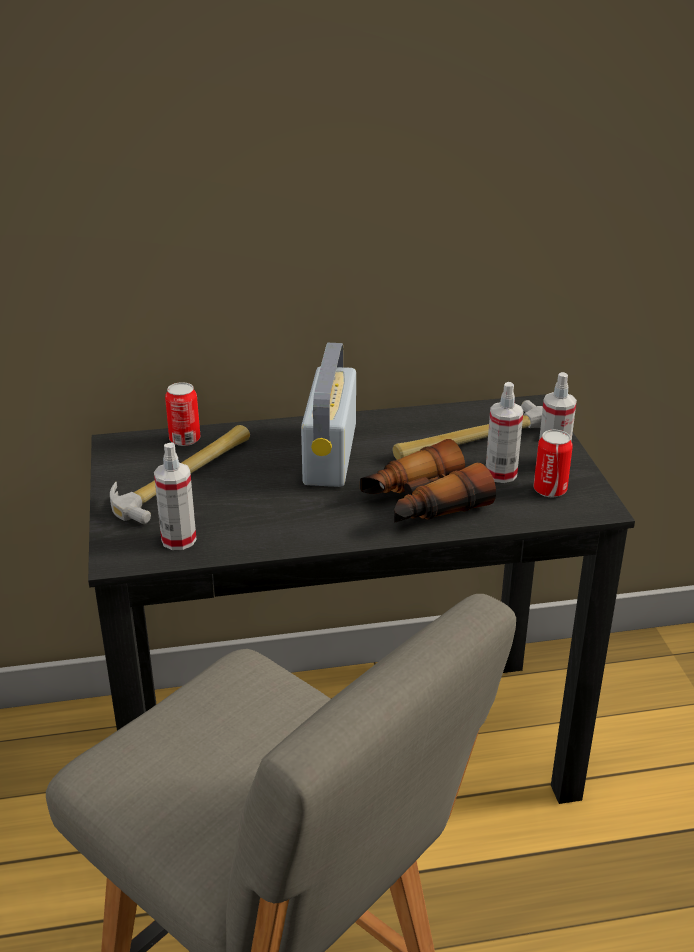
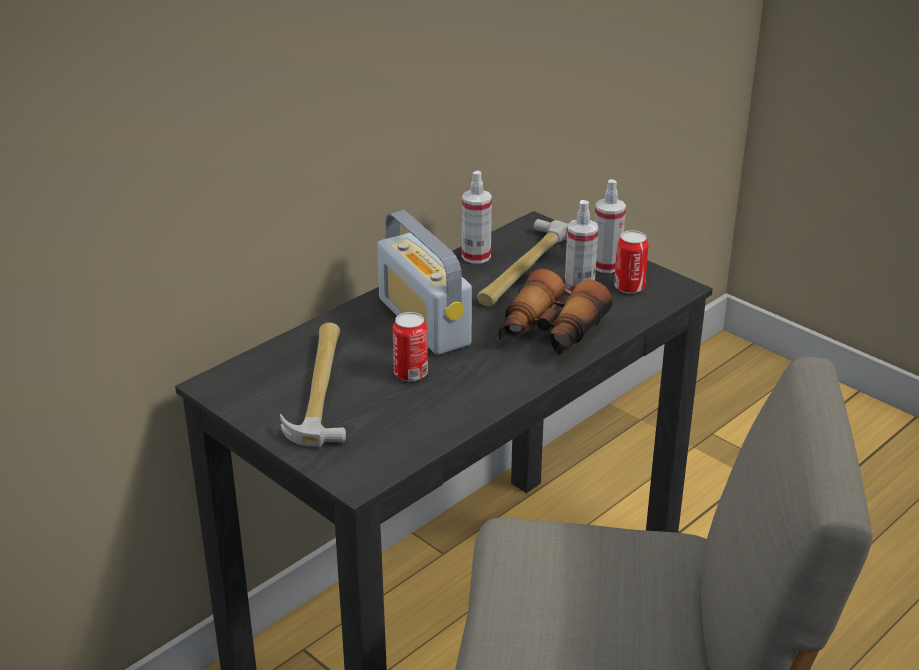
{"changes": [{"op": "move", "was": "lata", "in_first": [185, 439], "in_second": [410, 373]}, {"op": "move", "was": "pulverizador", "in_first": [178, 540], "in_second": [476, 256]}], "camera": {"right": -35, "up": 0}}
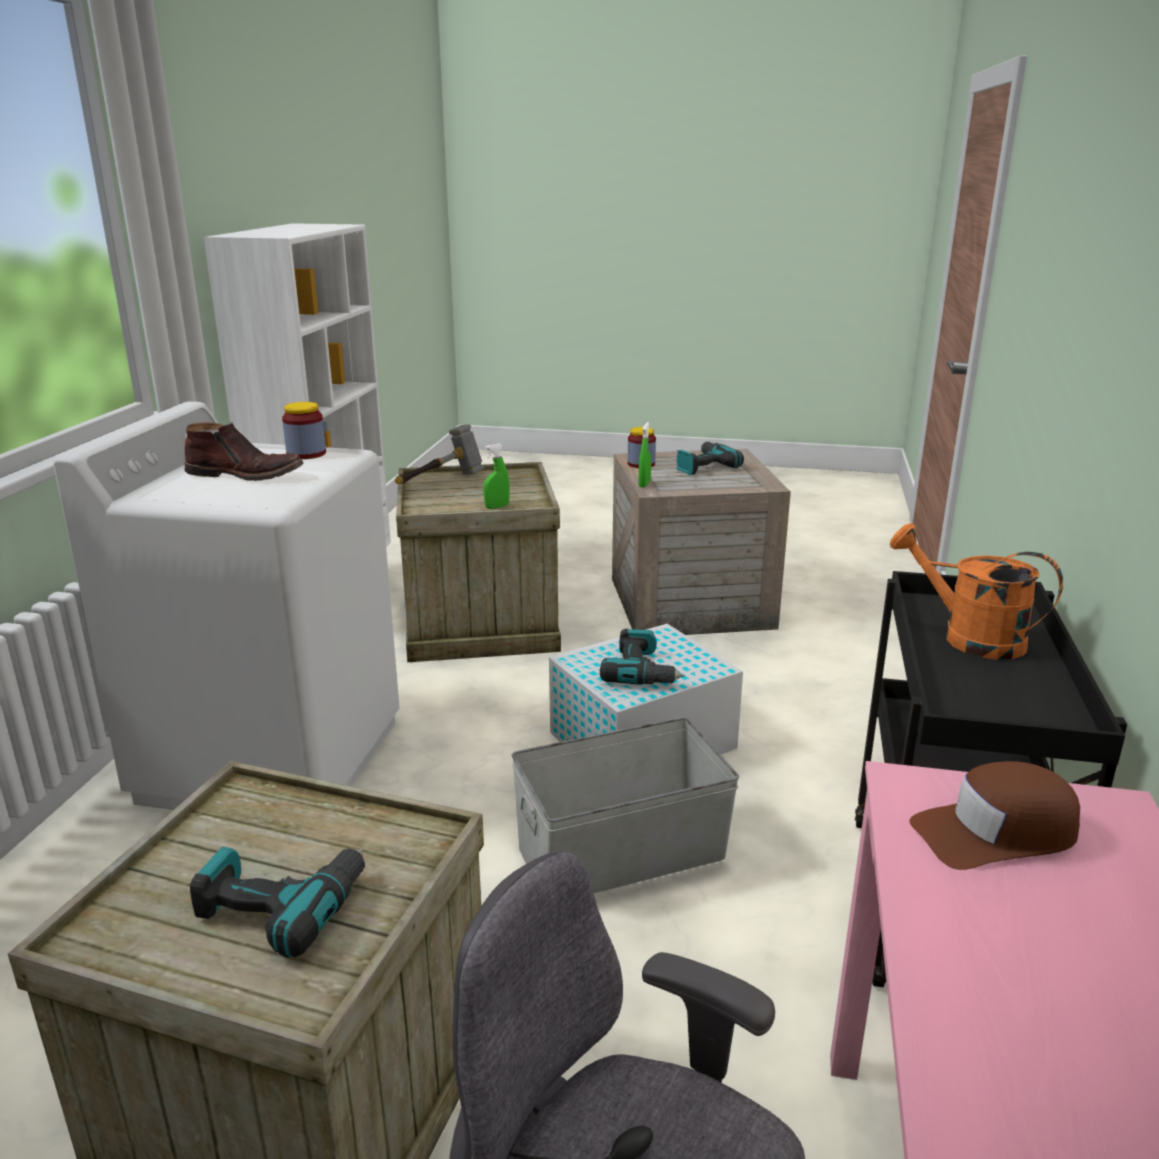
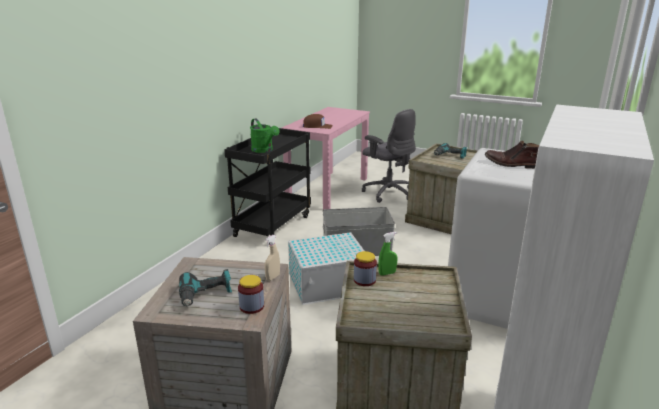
{"changes": [{"op": "move", "was": "tarro", "in_first": [306, 454], "in_second": [364, 280]}, {"op": "recolor", "was": "pulverizador [verde]", "now": "pulverizador [beis]", "in_first": [644, 484], "in_second": [272, 277]}, {"op": "delete", "was": "martillo", "in_first": [441, 482]}, {"op": "recolor", "was": "regadera [naranja]", "now": "regadera [verde]", "in_first": [968, 637], "in_second": [264, 150]}, {"op": "delete", "was": "taladro", "in_first": [642, 671]}], "camera": {"right": -165, "up": 0}}
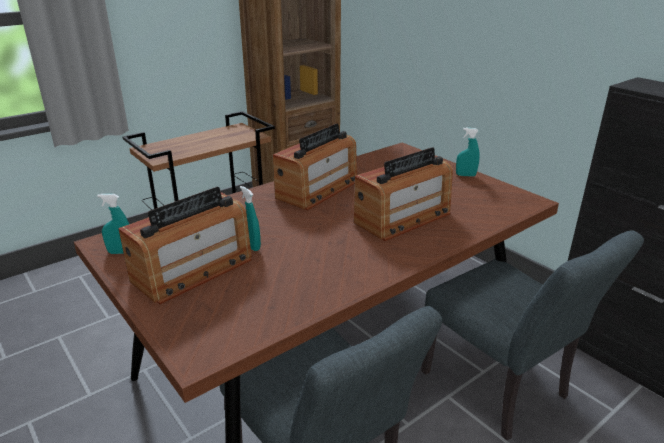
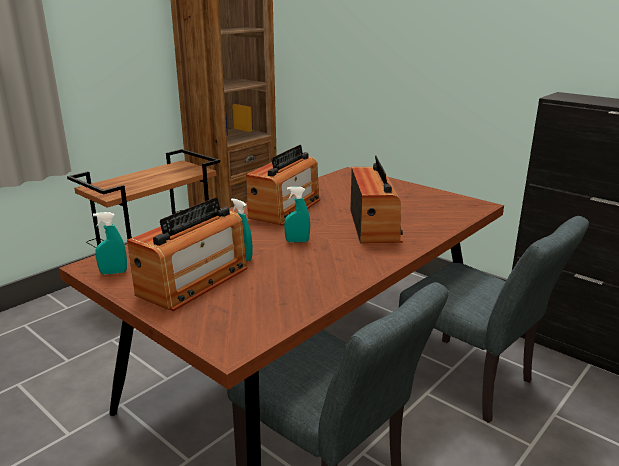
{"changes": [{"op": "move", "was": "pulverizador [turquesa]", "in_first": [465, 175], "in_second": [297, 241]}, {"op": "rotate", "was": "radio", "in_first": [403, 218], "in_second": [374, 225], "clockwise": -45}], "camera": {"right": -10, "up": -5}}
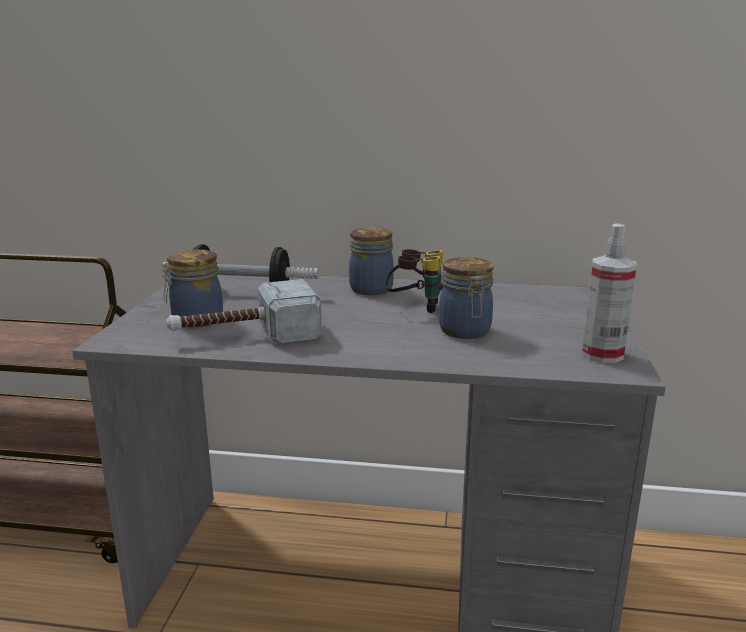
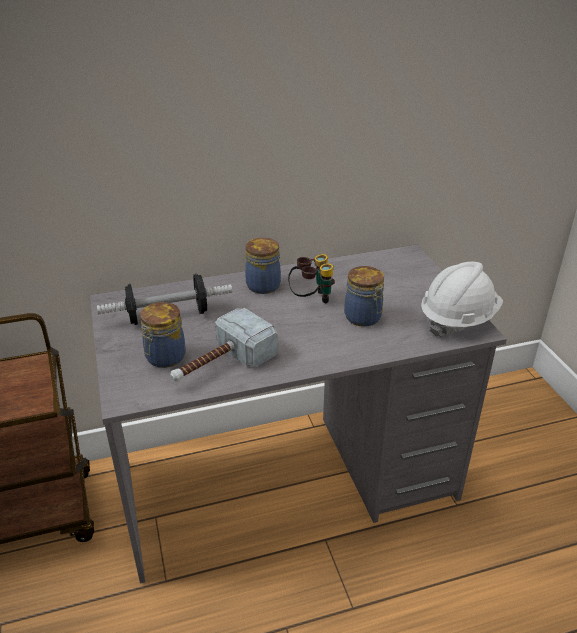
{"changes": [{"op": "replace", "was": "pulverizador", "now": "casco [blanco]", "in_first": [602, 354], "in_second": [458, 319]}], "camera": {"right": -25, "up": 15}}
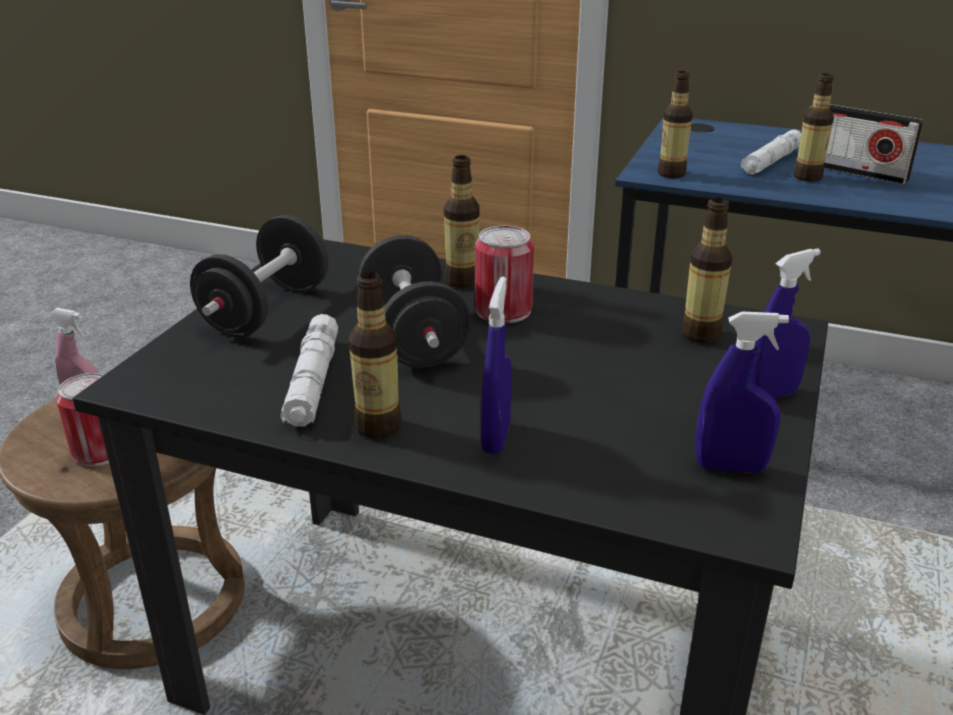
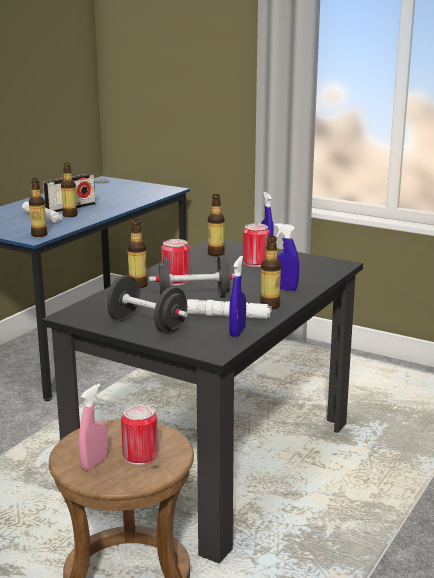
{"changes": [{"op": "move", "was": "pulverizador [azul]", "in_first": [730, 467], "in_second": [237, 332]}, {"op": "insert", "now": "lata", "in_second": [255, 262]}], "camera": {"right": -80, "up": -10}}
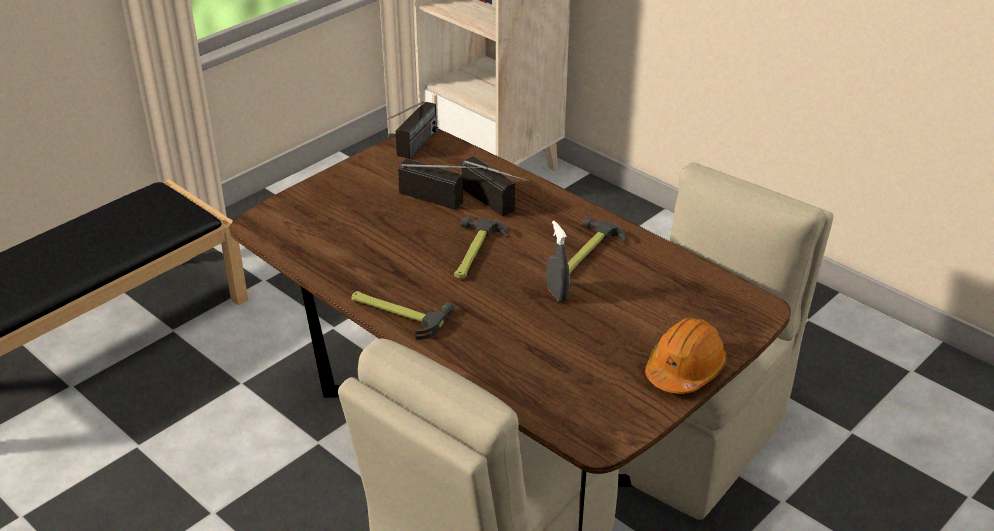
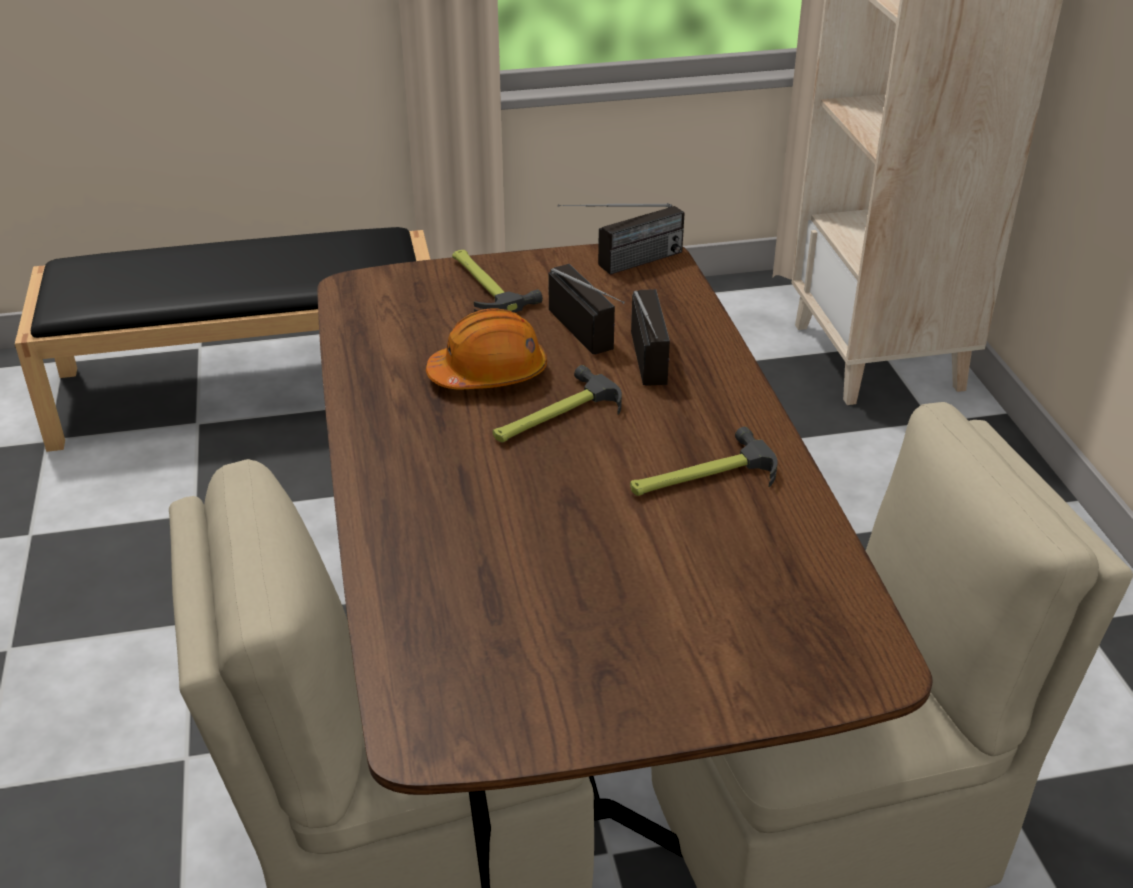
{"changes": [{"op": "delete", "was": "pulverizador [gris]", "in_first": [557, 294]}, {"op": "move", "was": "martillo", "in_first": [397, 313], "in_second": [485, 285]}, {"op": "move", "was": "casco [naranja]", "in_first": [685, 369], "in_second": [489, 374]}], "camera": {"right": 35, "up": 0}}
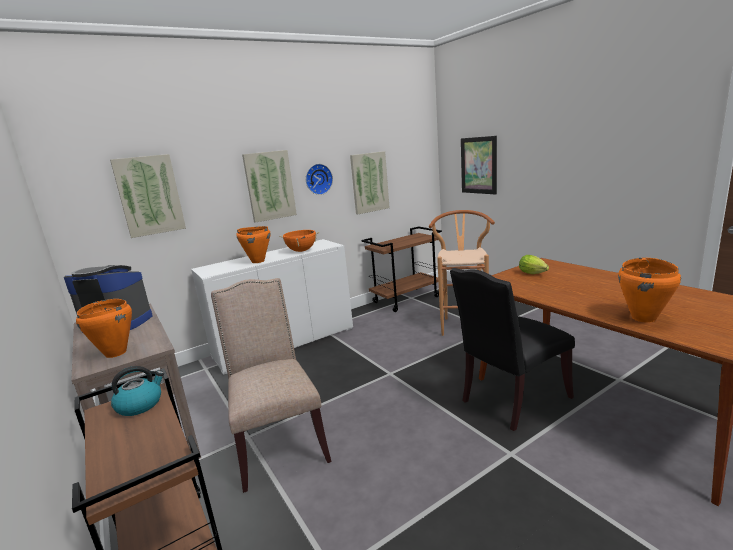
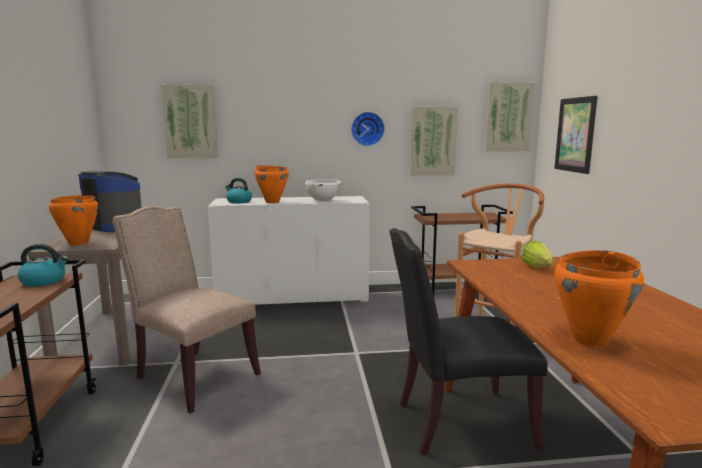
{"changes": [{"op": "move", "was": "cuadro", "in_first": [269, 186], "in_second": [508, 117]}, {"op": "recolor", "was": "olla [naranja]", "now": "olla [blanco]", "in_first": [301, 251], "in_second": [323, 201]}, {"op": "rotate", "was": "silla [beis]", "in_first": [278, 443], "in_second": [192, 376], "clockwise": -60}, {"op": "insert", "now": "hervidor", "in_second": [238, 201]}], "camera": {"right": 25, "up": -5}}
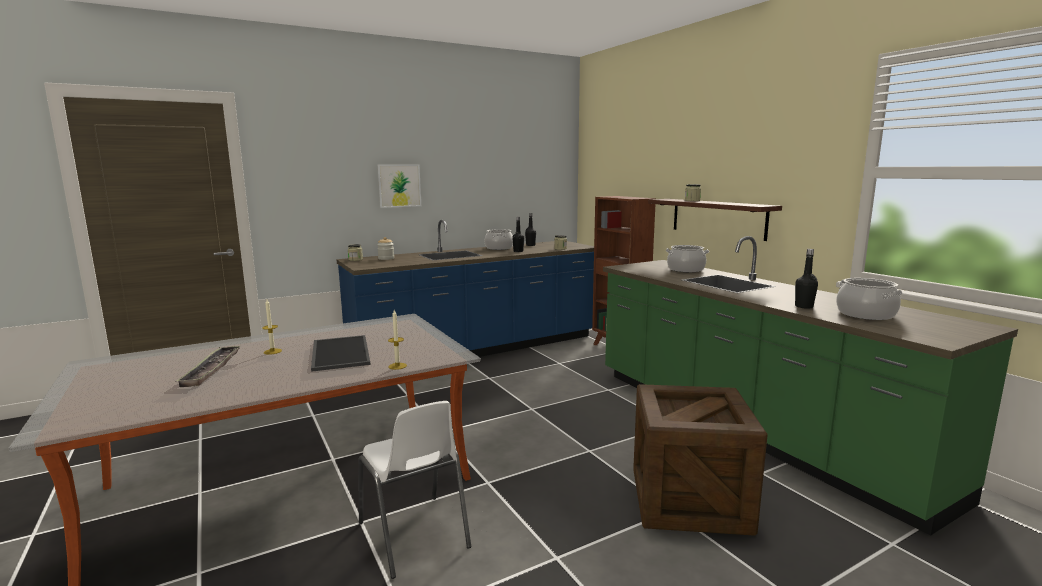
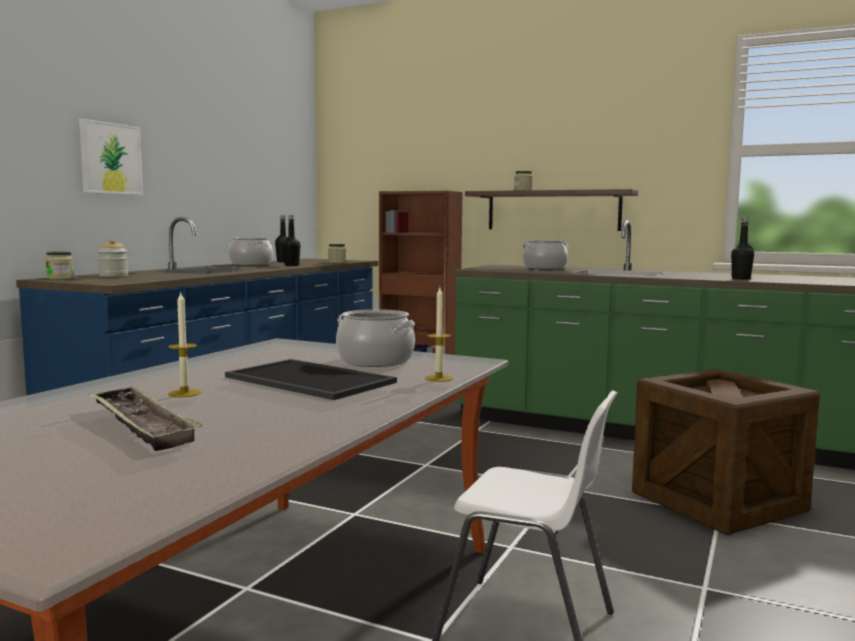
{"changes": [{"op": "move", "was": "olla", "in_first": [866, 314], "in_second": [376, 361]}], "camera": {"right": -35, "up": -5}}
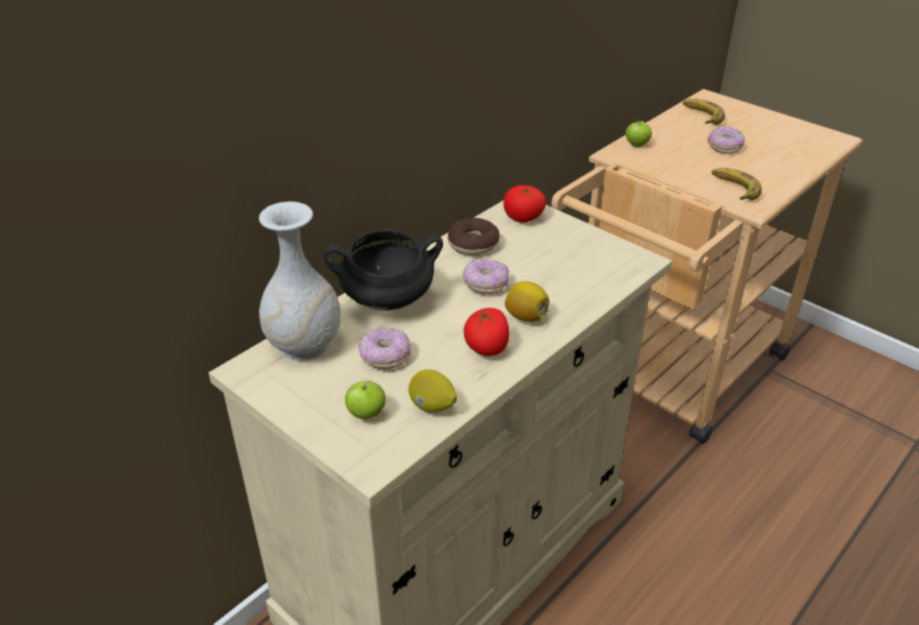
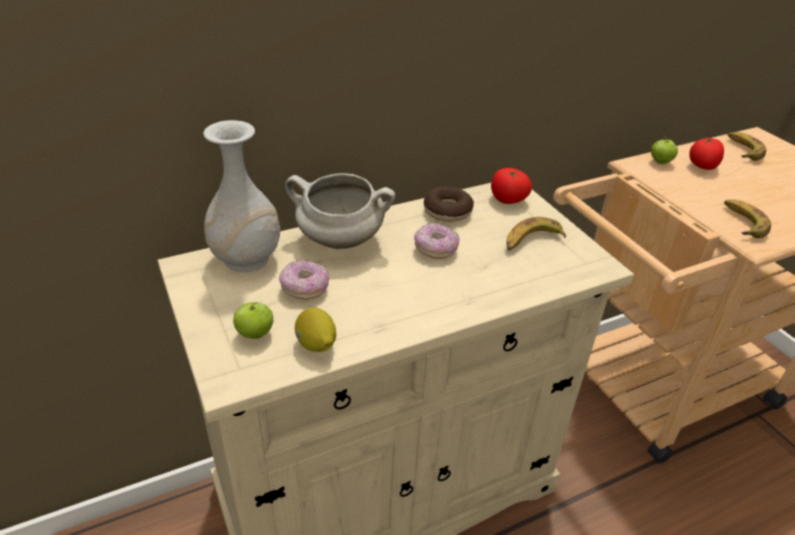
{"changes": [{"op": "delete", "was": "rosquilla", "in_first": [724, 147]}, {"op": "recolor", "was": "olla [negro]", "now": "olla [blanco]", "in_first": [386, 301], "in_second": [339, 241]}, {"op": "delete", "was": "limón", "in_first": [526, 316]}, {"op": "move", "was": "tomate", "in_first": [487, 348], "in_second": [702, 166]}, {"op": "insert", "now": "plátano", "in_second": [531, 241]}], "camera": {"right": 20, "up": 0}}
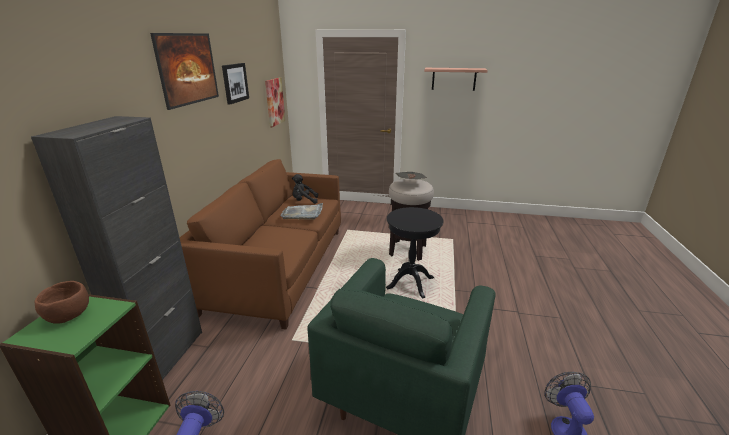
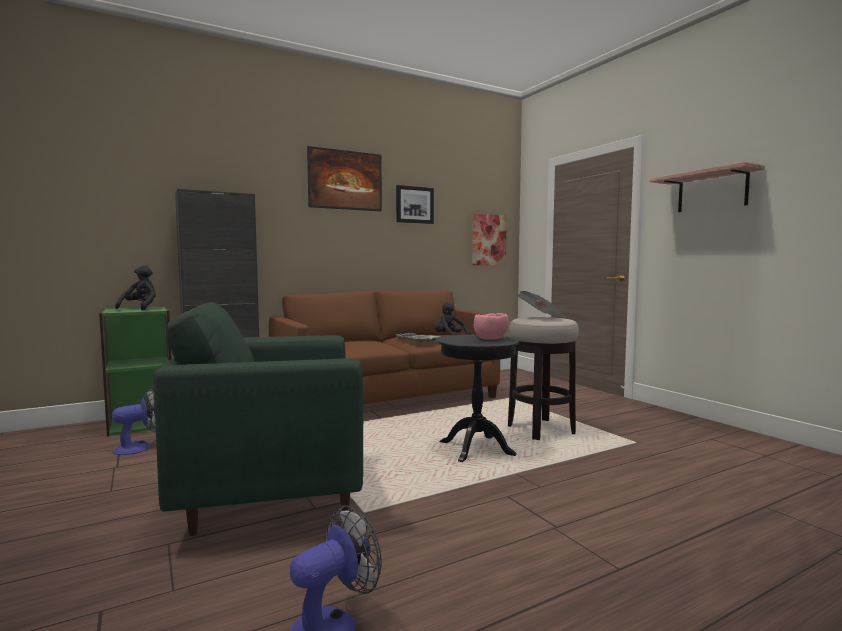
{"changes": [{"op": "replace", "was": "cuenco [marrón]", "now": "peluche [negro]", "in_first": [70, 315], "in_second": [140, 308]}, {"op": "insert", "now": "cuenco [rosa]", "in_second": [491, 339]}], "camera": {"right": 50, "up": -20}}
